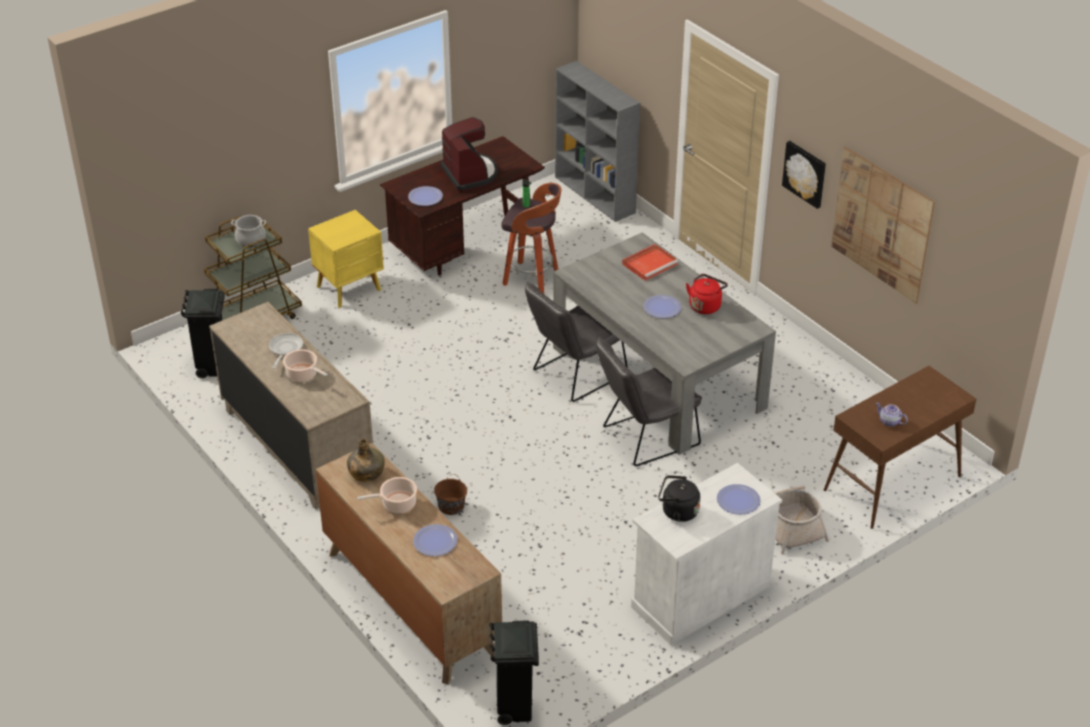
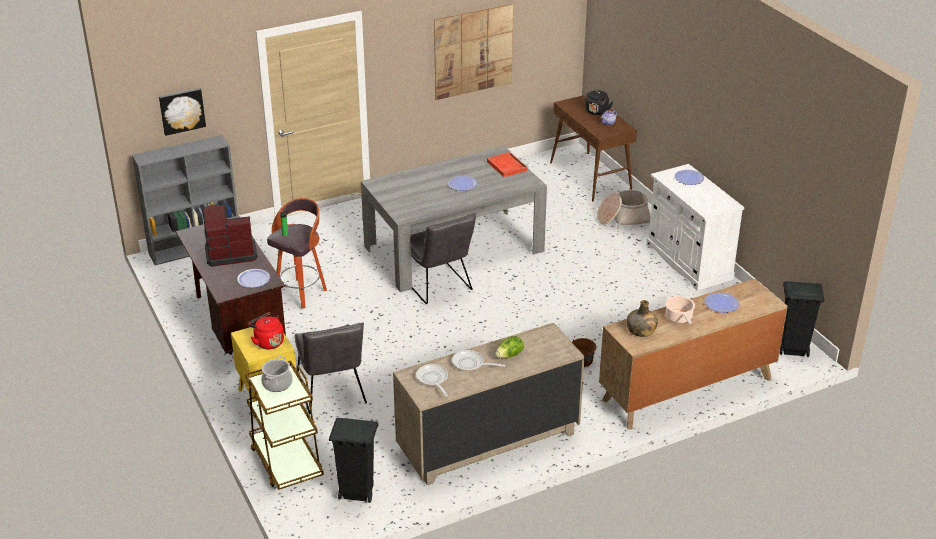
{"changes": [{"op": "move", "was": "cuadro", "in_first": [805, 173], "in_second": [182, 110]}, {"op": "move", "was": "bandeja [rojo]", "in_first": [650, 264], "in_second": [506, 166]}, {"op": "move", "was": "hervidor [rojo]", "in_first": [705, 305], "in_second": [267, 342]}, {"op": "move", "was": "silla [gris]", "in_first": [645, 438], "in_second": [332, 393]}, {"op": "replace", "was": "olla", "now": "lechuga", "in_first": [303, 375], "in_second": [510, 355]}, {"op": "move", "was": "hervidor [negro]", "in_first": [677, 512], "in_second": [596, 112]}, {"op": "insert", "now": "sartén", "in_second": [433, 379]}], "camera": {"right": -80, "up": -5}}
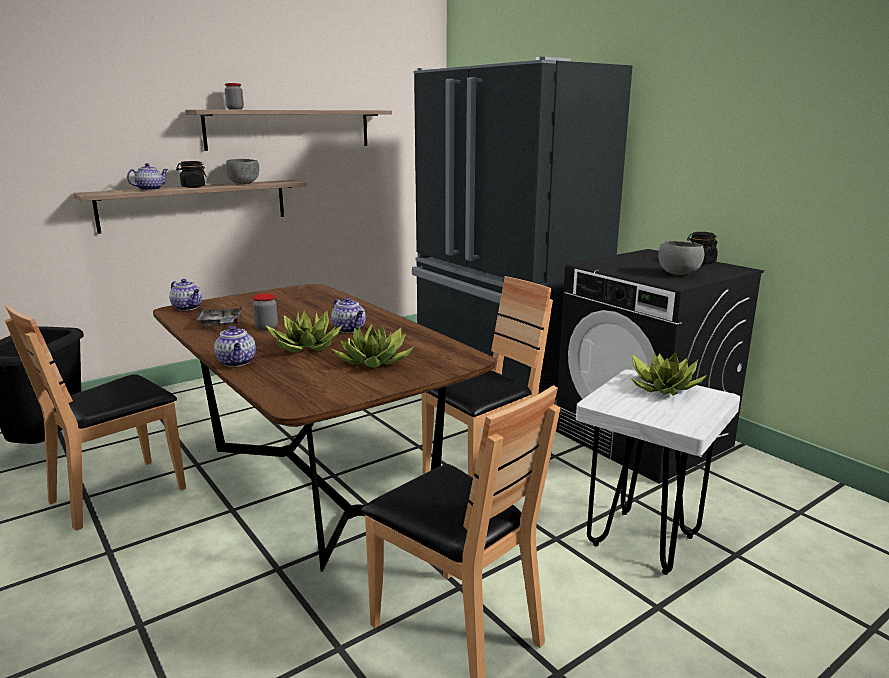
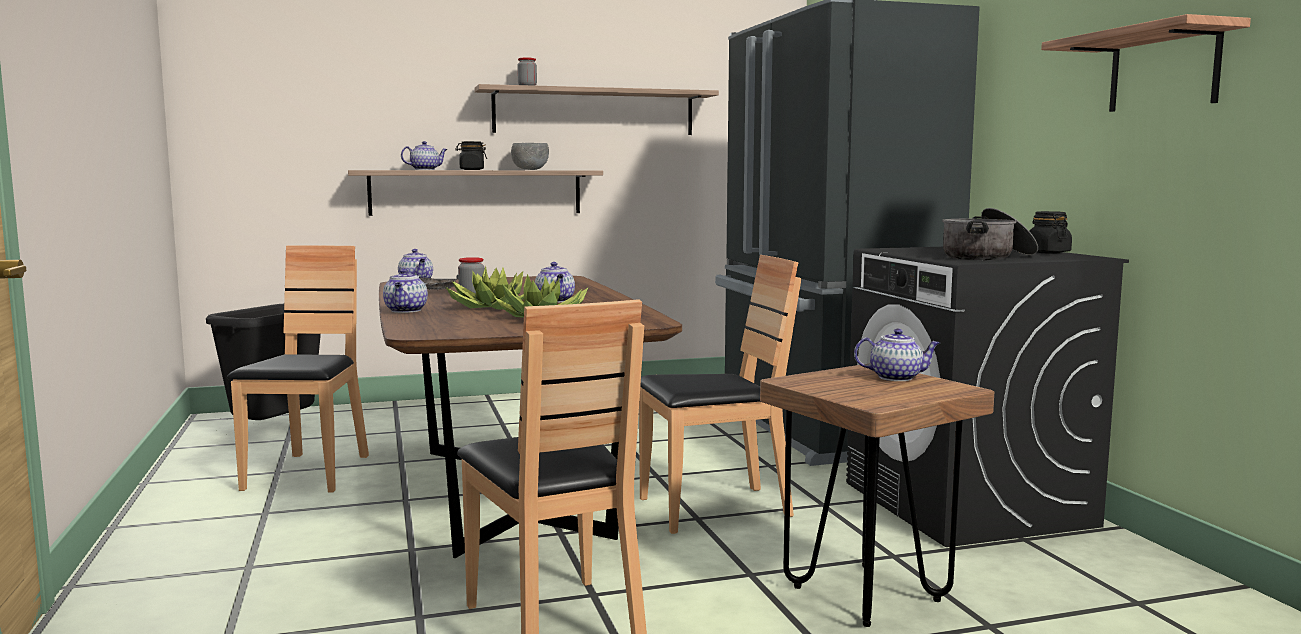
{"changes": [{"op": "replace", "was": "cuenco [gris]", "now": "olla", "in_first": [677, 273], "in_second": [988, 257]}, {"op": "rotate", "was": "silla [marrón]", "in_first": [119, 493], "in_second": [309, 473], "clockwise": 120}, {"op": "replace", "was": "planta en maceta", "now": "tetera", "in_first": [663, 387], "in_second": [896, 377]}, {"op": "recolor", "was": "taburete [blanco]", "now": "taburete [marrón]", "in_first": [643, 541], "in_second": [867, 594]}, {"op": "insert", "now": "estante", "in_second": [1163, 70]}], "camera": {"right": 20, "up": -10}}
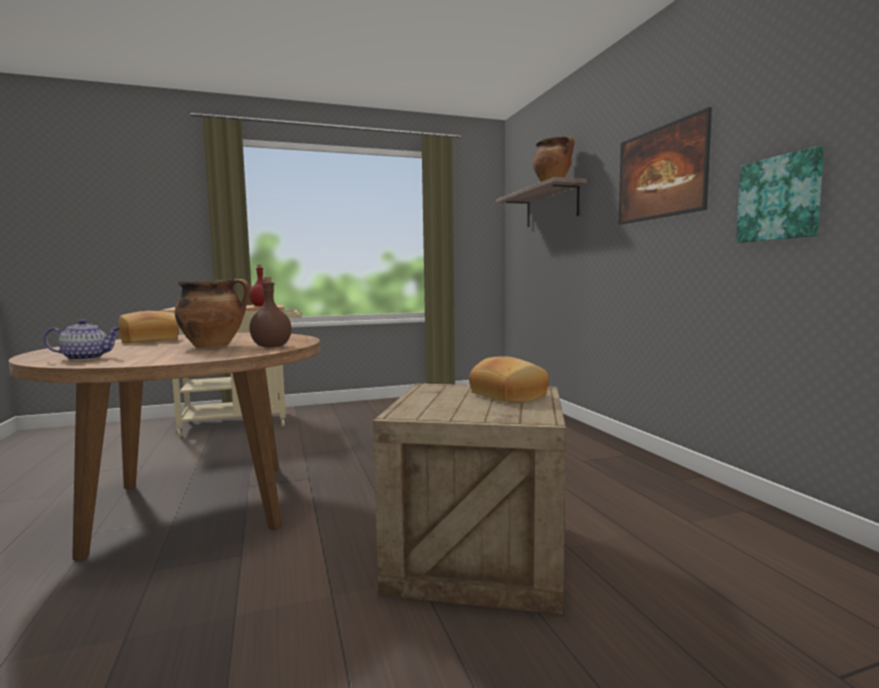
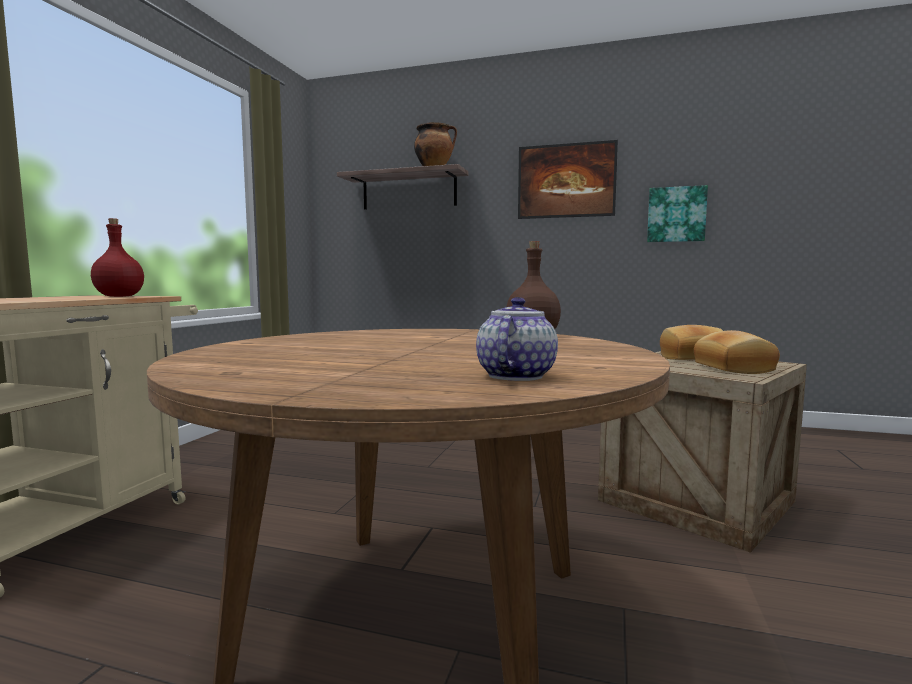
{"changes": [{"op": "delete", "was": "olla", "in_first": [214, 346]}, {"op": "move", "was": "pan", "in_first": [150, 340], "in_second": [731, 368]}], "camera": {"right": -55, "up": 0}}
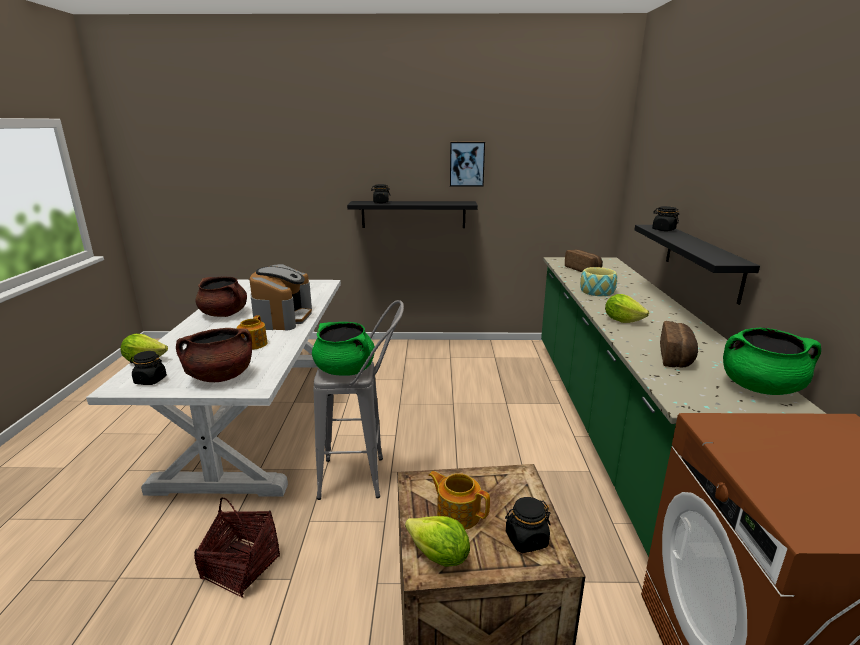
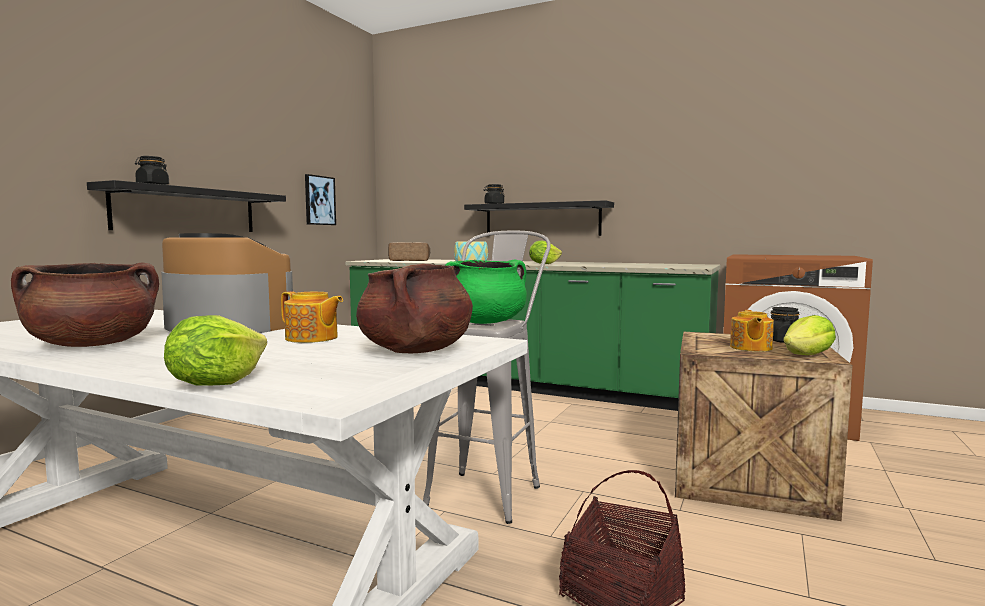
{"changes": [{"op": "move", "was": "cuadro", "in_first": [467, 164], "in_second": [319, 200]}, {"op": "delete", "was": "pan", "in_first": [677, 357]}, {"op": "delete", "was": "olla [verde]", "in_first": [760, 387]}, {"op": "delete", "was": "tarro [negro]", "in_first": [150, 380]}, {"op": "rotate", "was": "tetera", "in_first": [457, 513], "in_second": [750, 348], "clockwise": -45}], "camera": {"right": -65, "up": -15}}
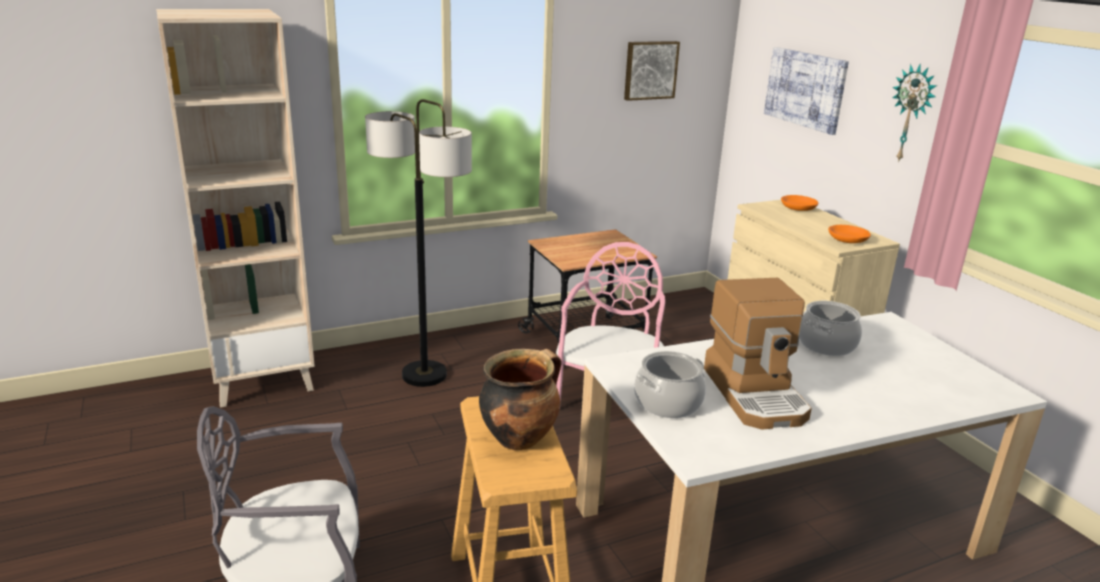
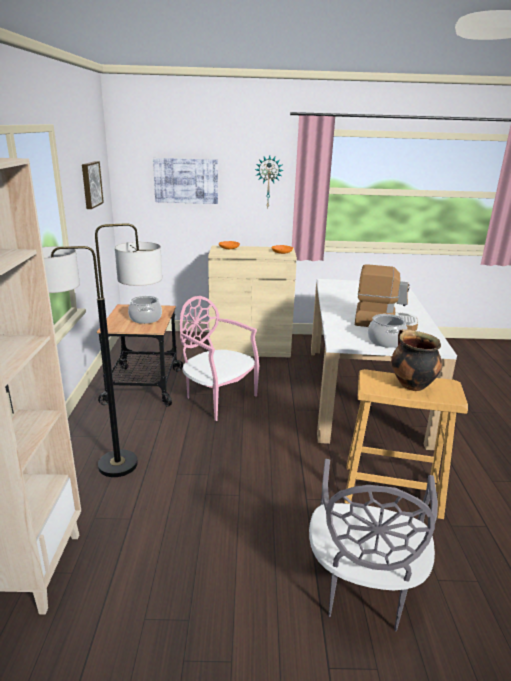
{"changes": [{"op": "move", "was": "olla", "in_first": [826, 345], "in_second": [146, 319]}], "camera": {"right": -65, "up": 0}}
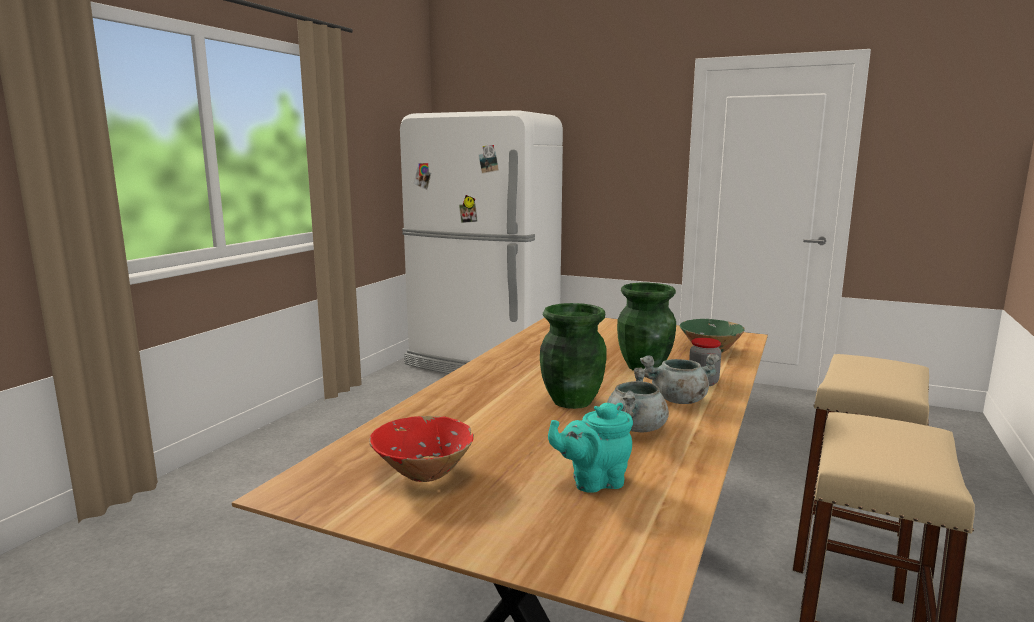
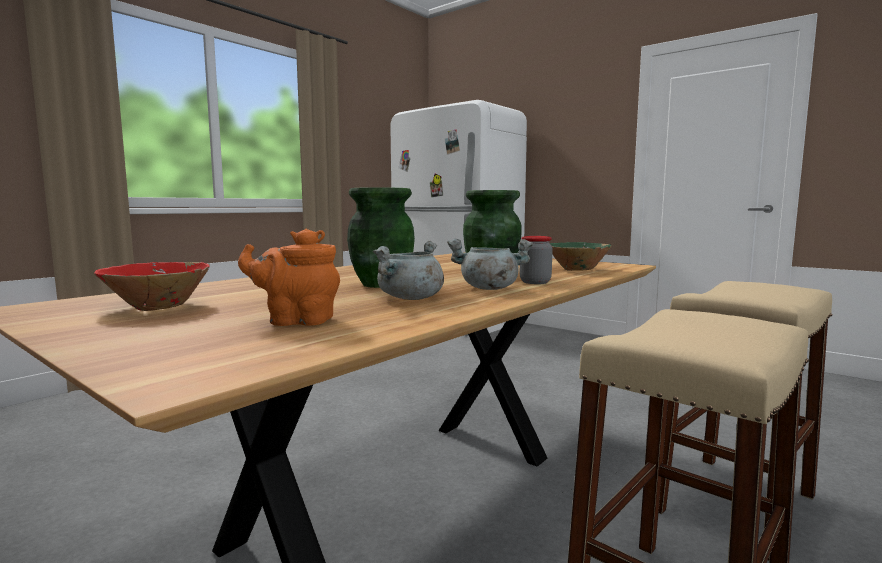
{"changes": [{"op": "recolor", "was": "tetera [turquesa]", "now": "tetera [naranja]", "in_first": [593, 482], "in_second": [296, 321]}], "camera": {"right": 15, "up": -5}}
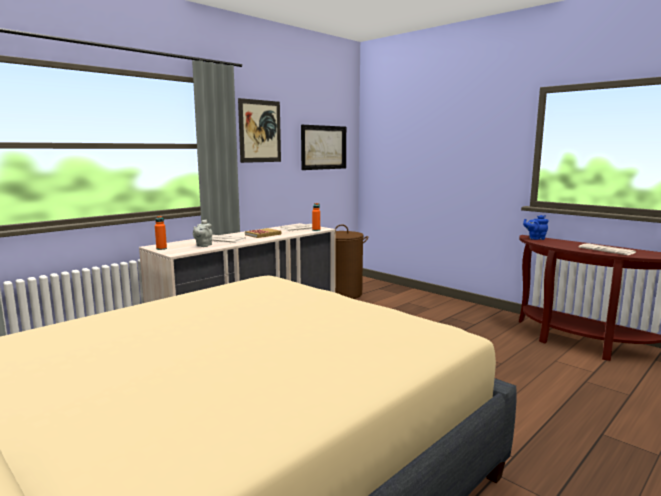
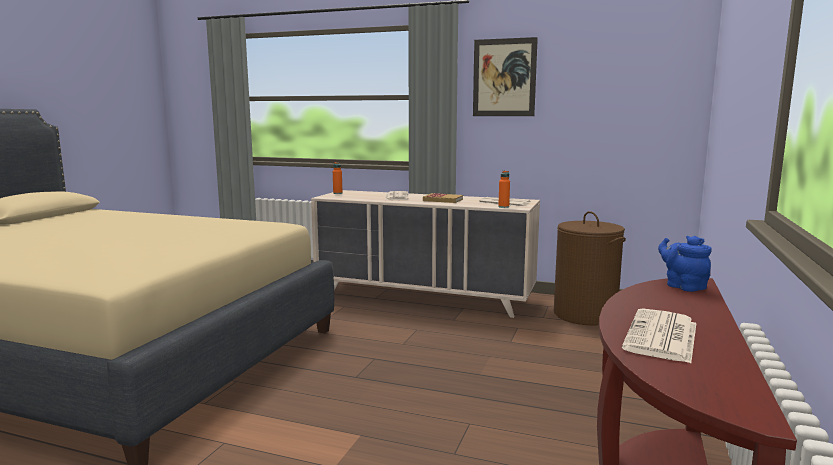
{"changes": [{"op": "delete", "was": "cuadro", "in_first": [323, 147]}, {"op": "delete", "was": "tetera [gris]", "in_first": [203, 245]}], "camera": {"right": 65, "up": 0}}
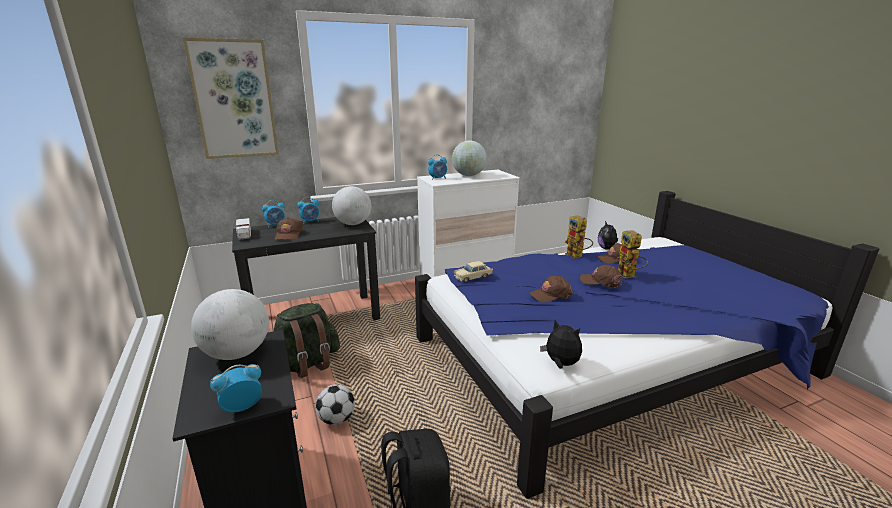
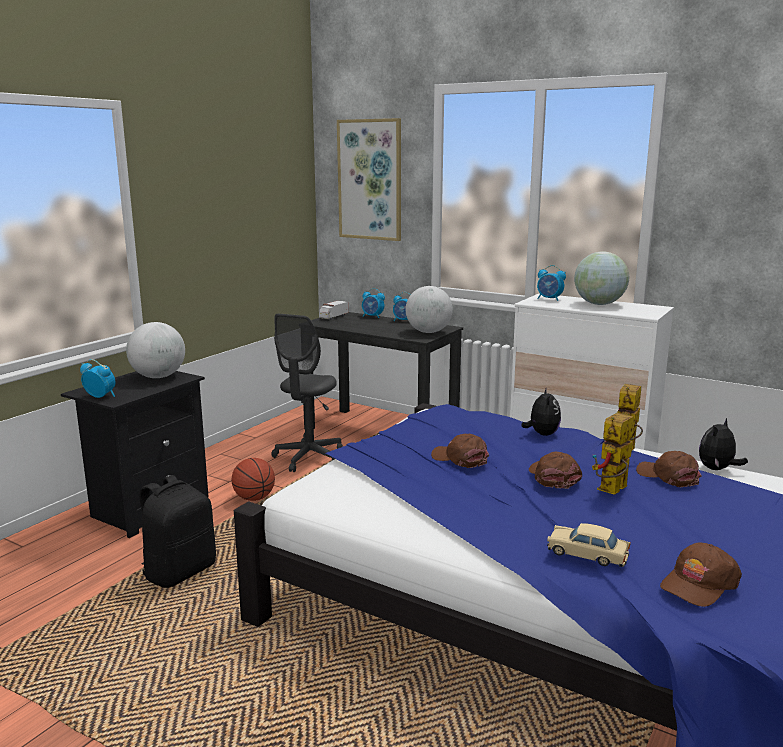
{"changes": [{"op": "move", "was": "gorra [marrón]", "in_first": [288, 235], "in_second": [698, 584]}, {"op": "move", "was": "coche de juguete [beis]", "in_first": [473, 277], "in_second": [587, 554]}, {"op": "replace", "was": "mochila [verde]", "now": "silla de oficina [gris]", "in_first": [307, 364], "in_second": [309, 458]}, {"op": "move", "was": "peluche", "in_first": [561, 364], "in_second": [542, 434]}, {"op": "replace", "was": "balón de fútbol", "now": "balón de baloncesto", "in_first": [337, 419], "in_second": [254, 498]}], "camera": {"right": 55, "up": -5}}
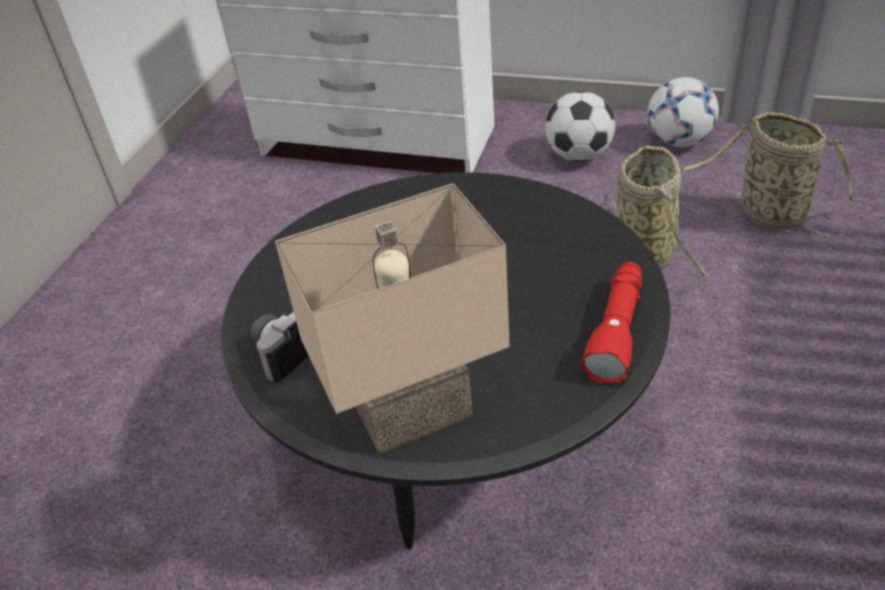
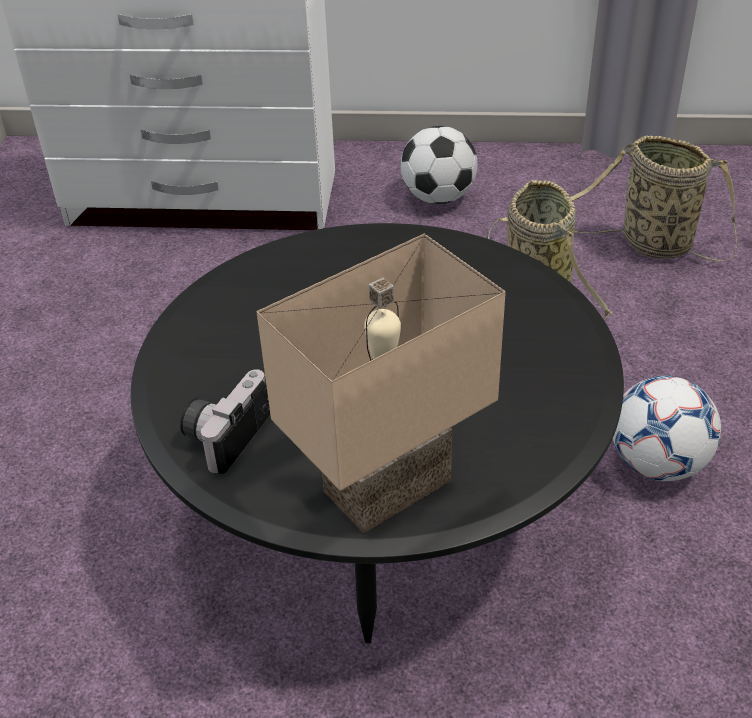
{"changes": [{"op": "move", "was": "balón de fútbol", "in_first": [679, 142], "in_second": [657, 464]}, {"op": "delete", "was": "linterna [rojo]", "in_first": [617, 331]}], "camera": {"right": -15, "up": 0}}
